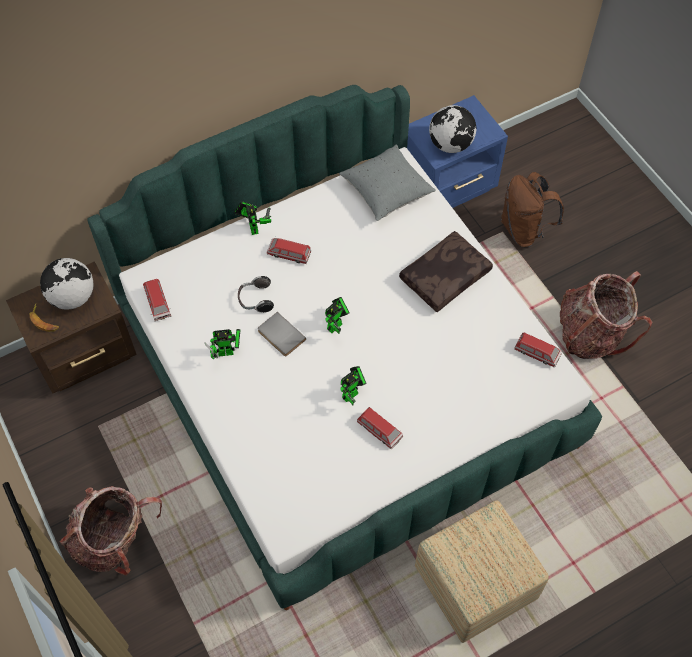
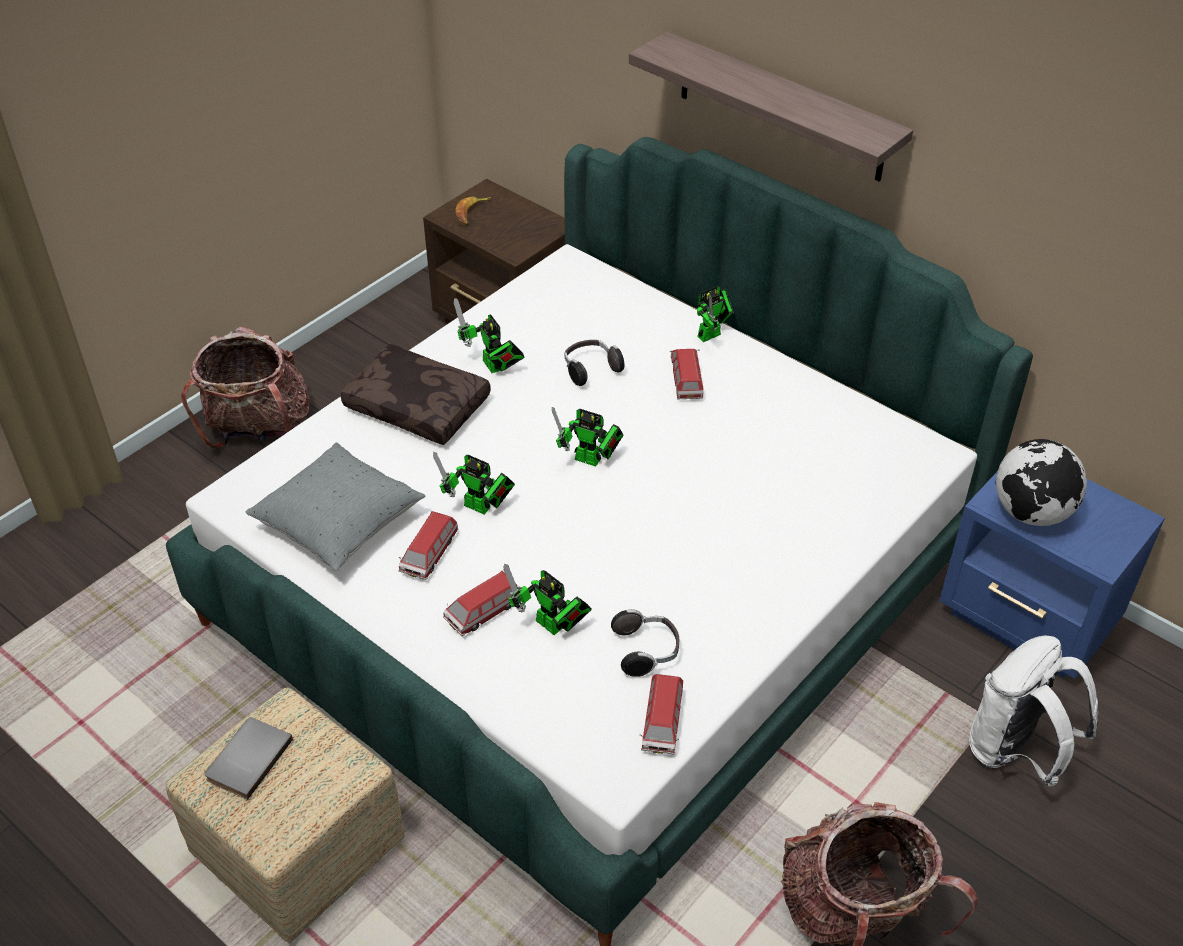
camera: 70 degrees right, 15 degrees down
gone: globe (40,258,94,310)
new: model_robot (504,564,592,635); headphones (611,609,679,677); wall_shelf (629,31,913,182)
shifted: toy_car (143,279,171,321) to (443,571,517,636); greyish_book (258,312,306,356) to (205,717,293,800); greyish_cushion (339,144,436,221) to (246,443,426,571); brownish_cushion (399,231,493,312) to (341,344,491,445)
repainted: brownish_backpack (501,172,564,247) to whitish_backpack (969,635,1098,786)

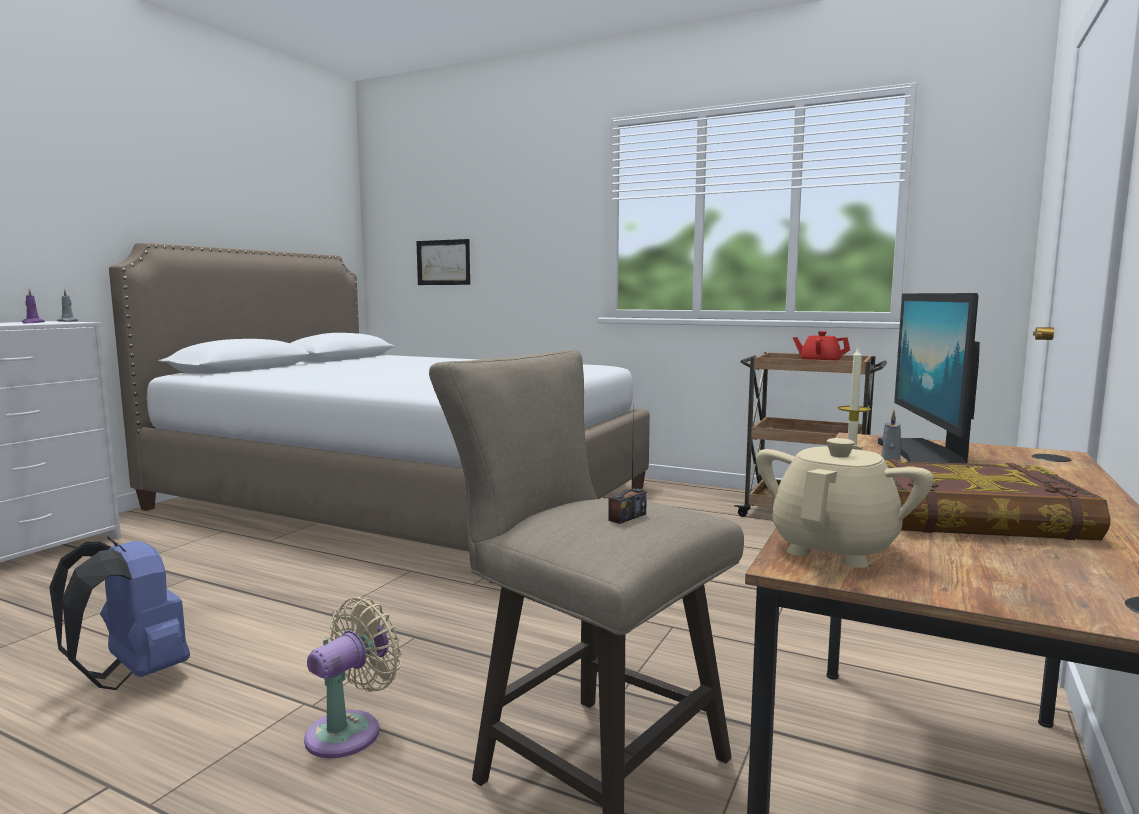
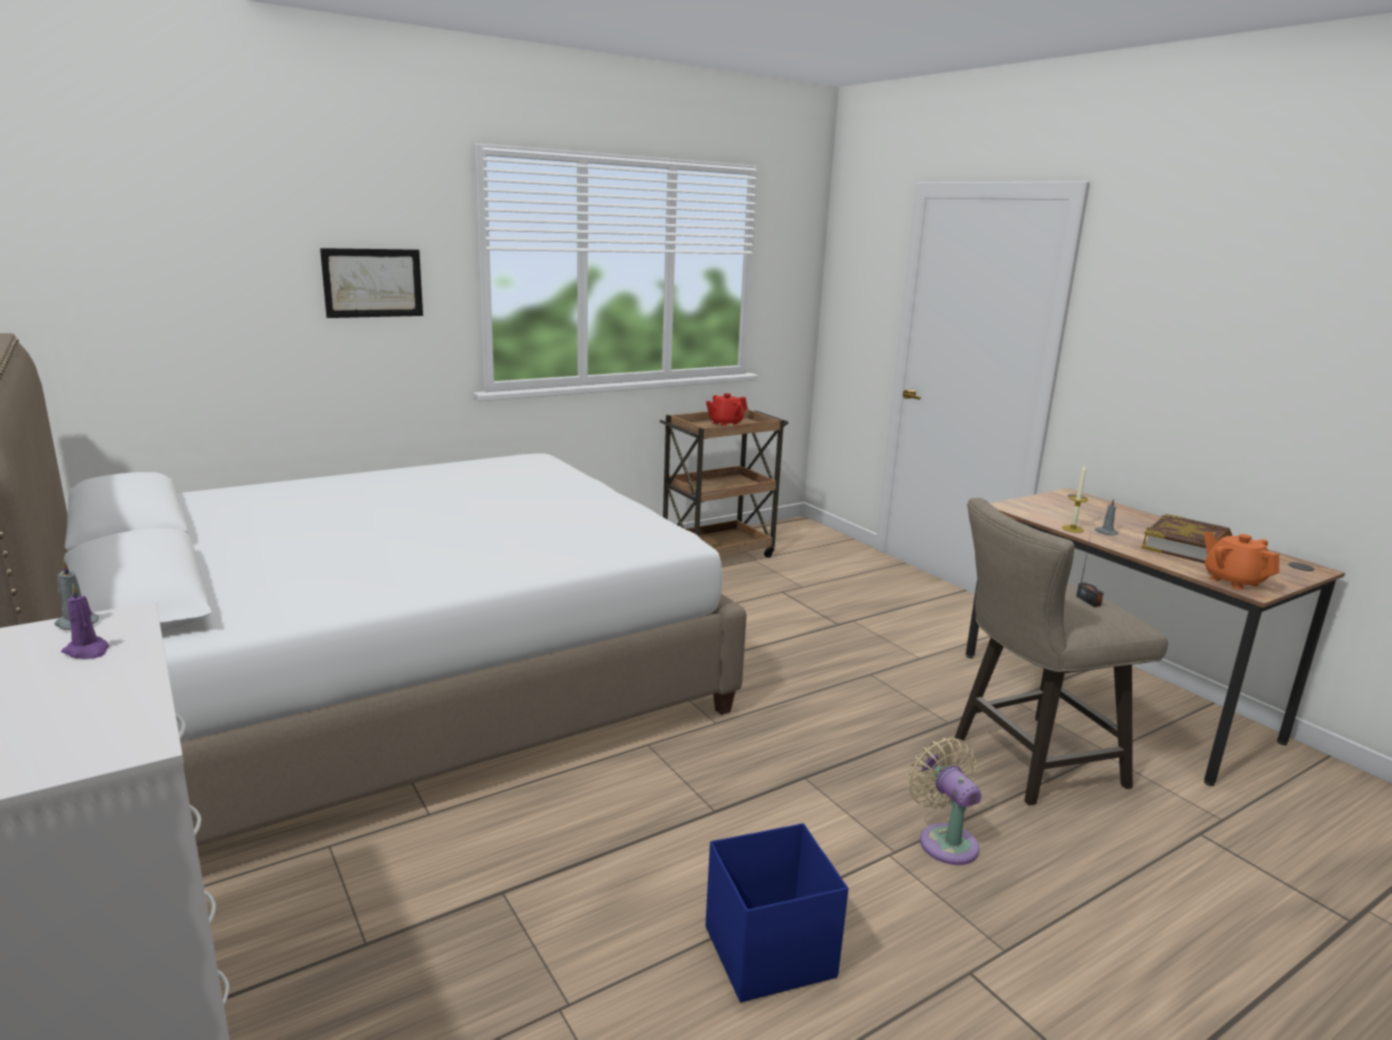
camera: 60 degrees left, 10 degrees up
gone: monitor (878,293,980,464)
shifted: picture (416,239,470,285) to (320,248,423,318)
swapped: blue-coloured_backpack (49,537,190,690) to blue-coloured_storage_box (706,823,848,1002)
repainted: beige_teapot (756,438,933,568) to orange-coloured_teapot (1204,532,1279,590)

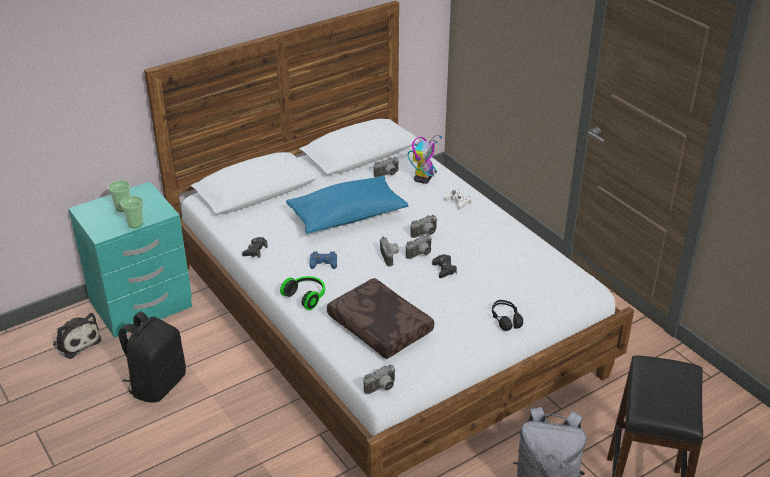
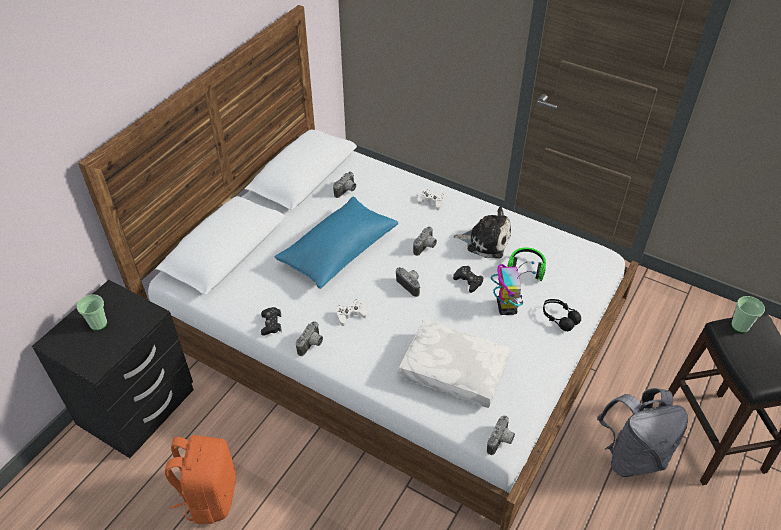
camera: 25 degrees left, 10 degrees up
shifted: plush_toy (53,313,102,359) to (453,207,511,259); cup (120,196,143,228) to (731,296,765,333); headphones (280,276,325,310) to (507,248,546,281); photo_camera (406,234,432,259) to (296,321,323,356); model_robot (407,135,442,184) to (490,261,536,315)
repainted: turquoise-coloured_bedside_table (68,182,192,338) to black-coloured_bedside_table (32,280,194,458); black-coloured_backpack (119,311,186,403) to orange-coloured_backpack (165,435,236,524); blue-coloured_game_controller (310,252,337,269) to whitish_game_controller (336,299,367,326); brownish_cushion (327,278,434,359) to whitish_cushion (398,320,511,408)

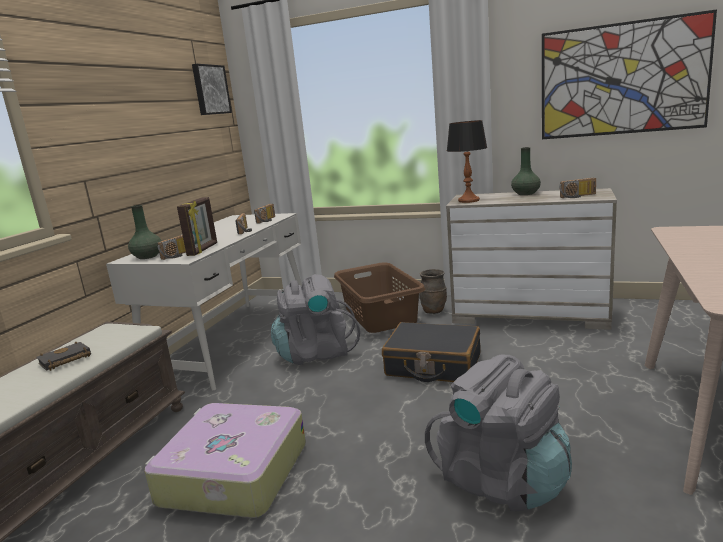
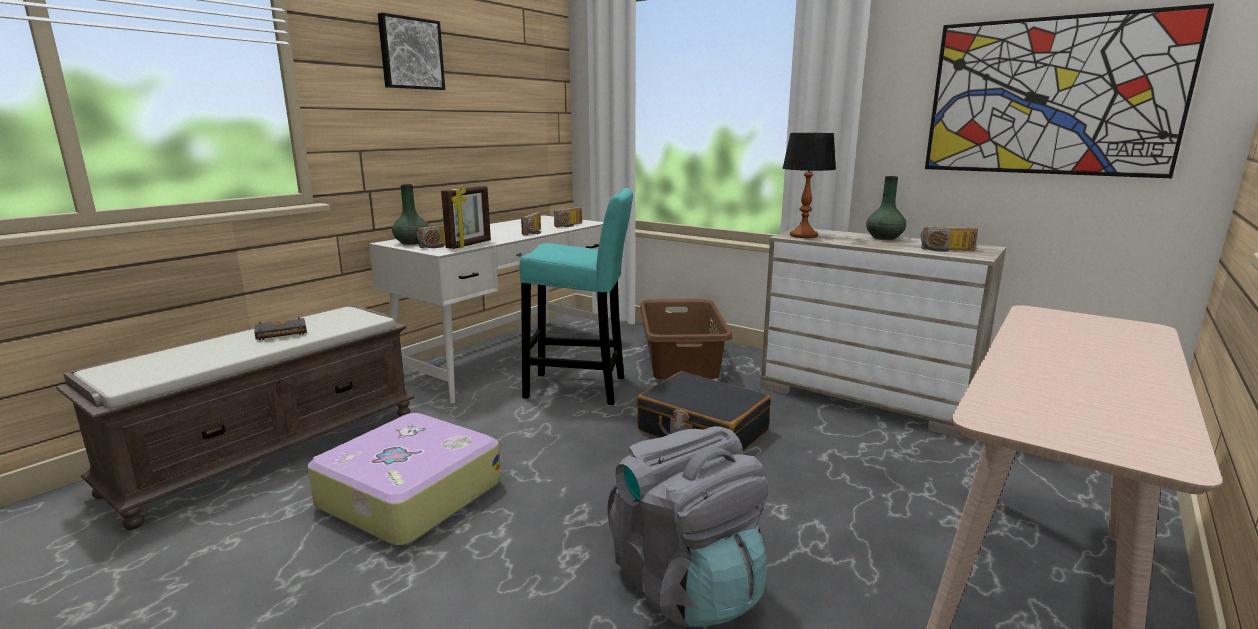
camera: 15 degrees right, 0 degrees up
gone: brownish_vase (419,269,447,314)
shifted: picture (192,64,232,115) to (378,13,445,90)
swapped: greyish_backpack (271,274,360,365) to turquoise-coloured_stool (520,188,633,405)

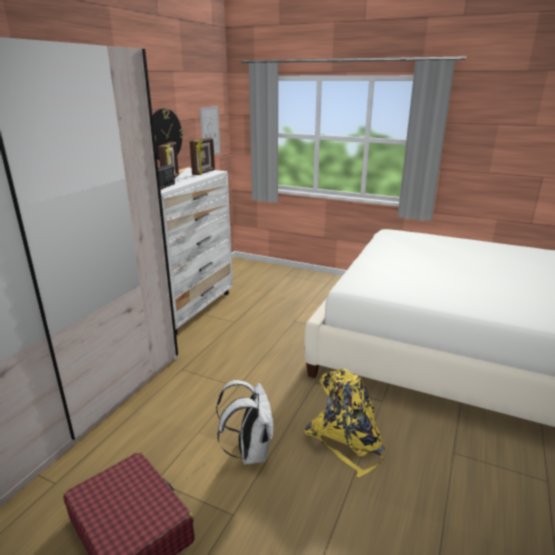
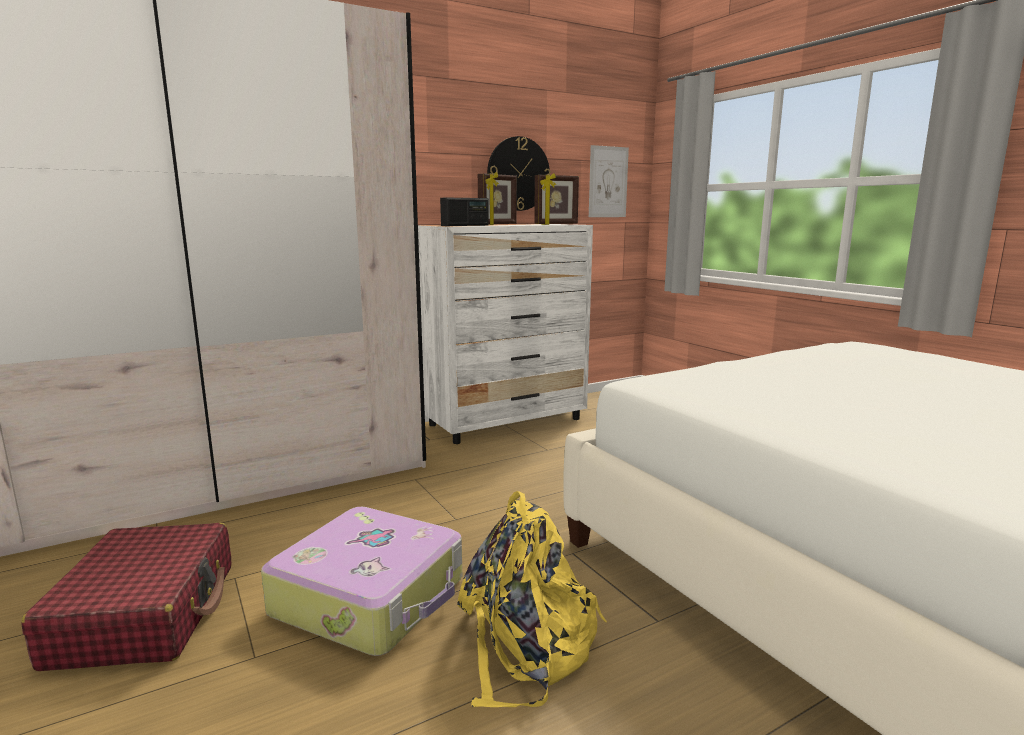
camera: 35 degrees right, 10 degrees down
swapped: whitish_backpack (216,380,273,464) to piece_of_luggage (261,507,462,656)

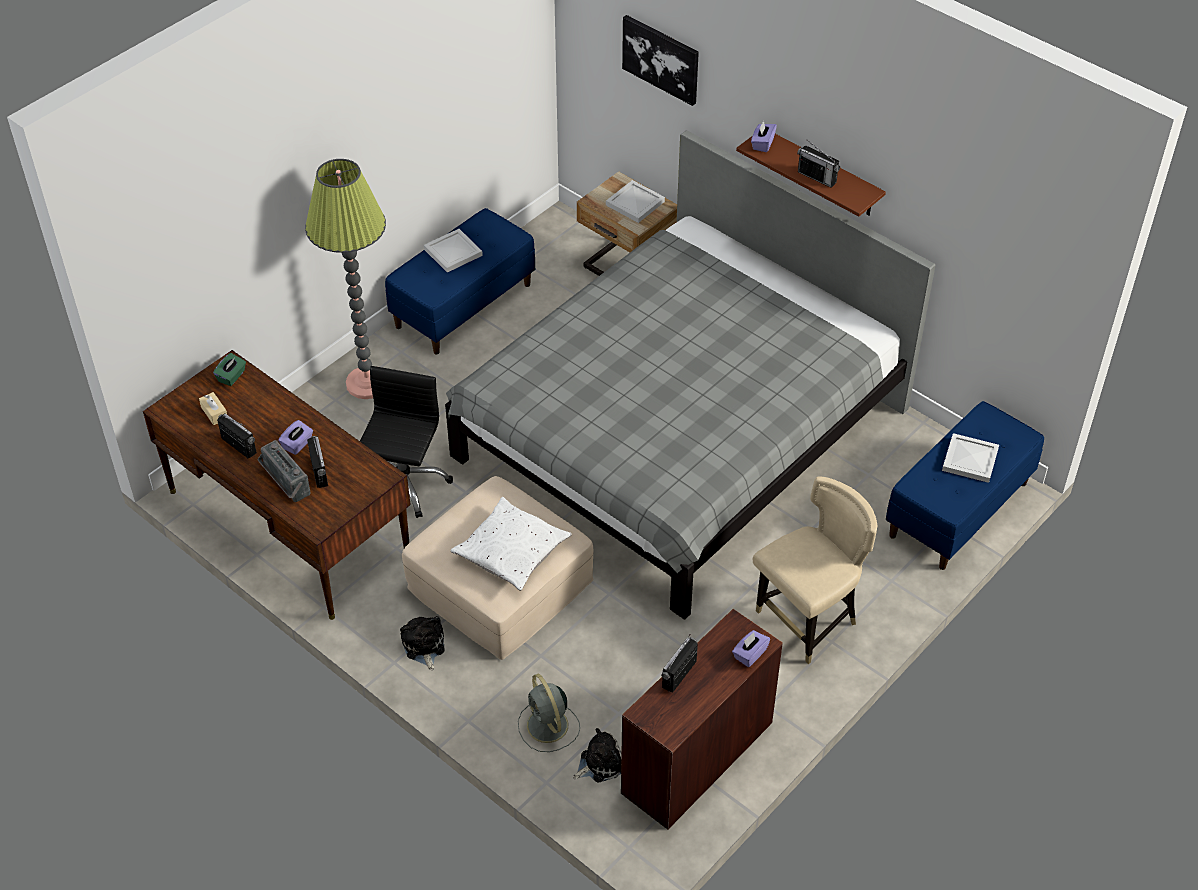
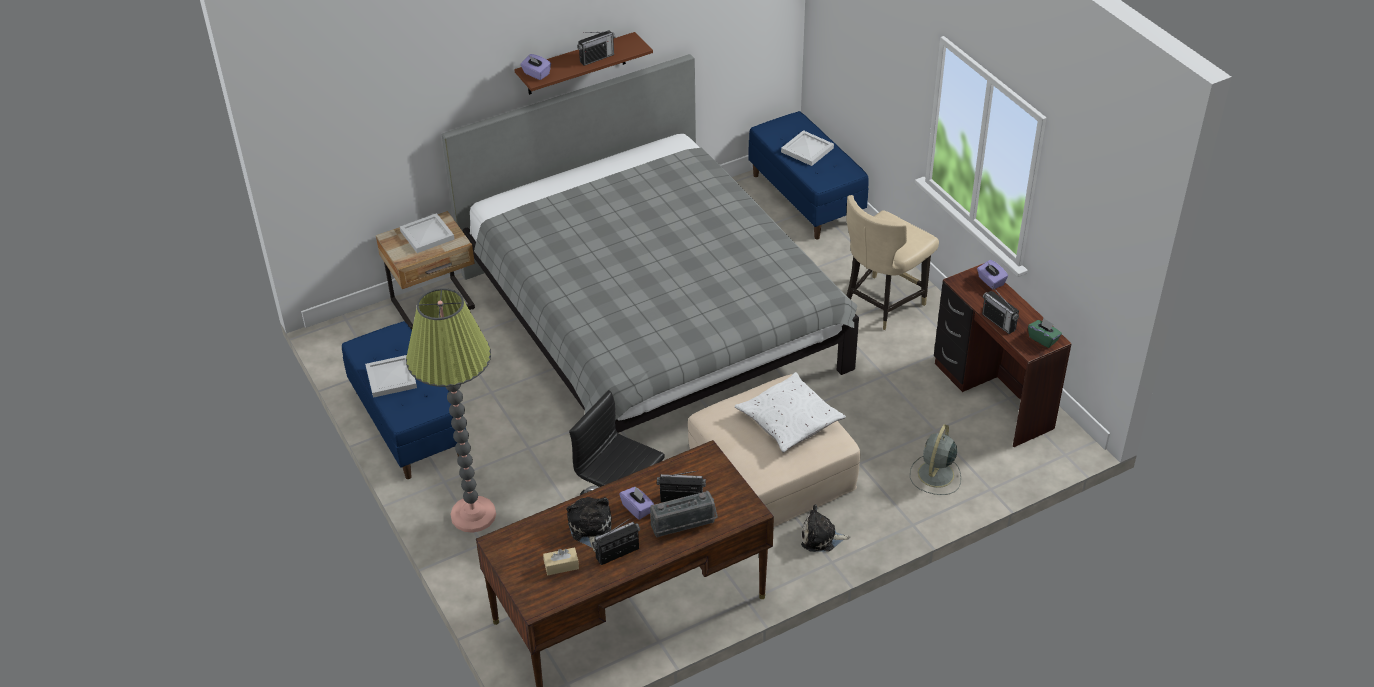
camera: 70 degrees left, 5 degrees down
gone: picture (622,15,699,106)
shifted: green_box_of_tissues (213,353,246,386) to (1028,318,1062,348); plush_toy (573,728,622,782) to (567,497,612,552)
rotated: greyish_fan (518,674,580,752) = (910,424,961,495) 120 degrees clockwise; beige_plain_chair (753,476,877,664) = (846,195,939,330) 120 degrees counterclockwise

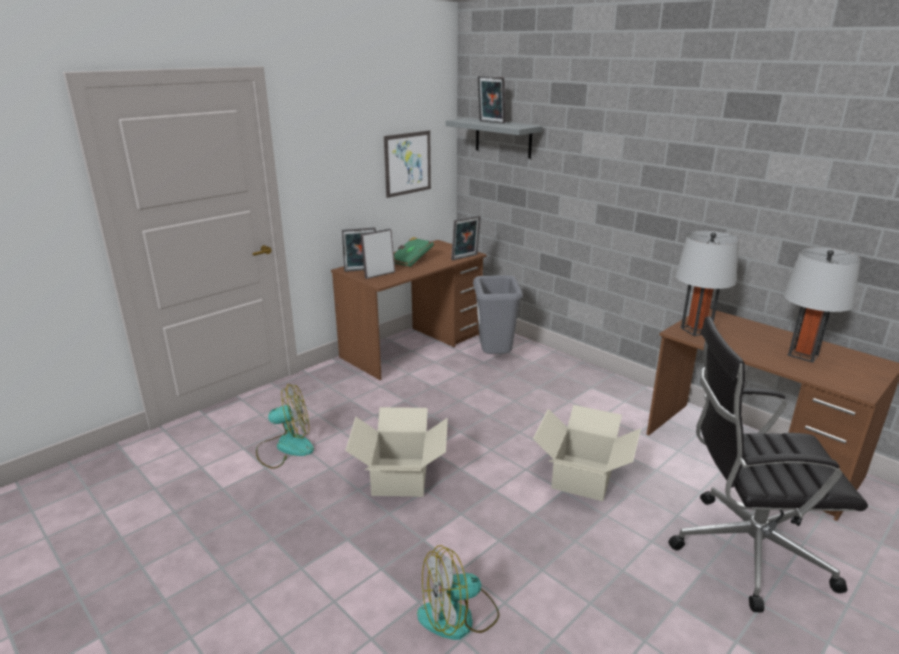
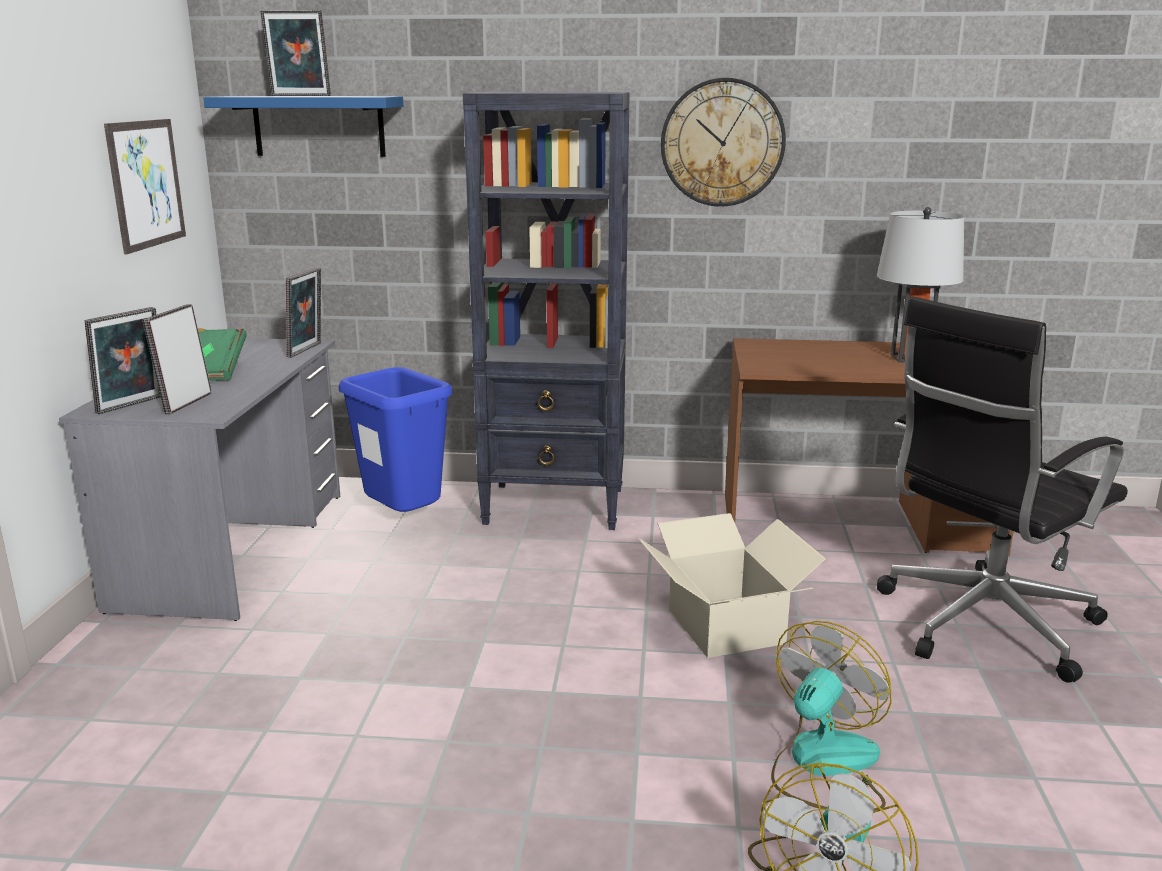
camera: 40 degrees left, 5 degrees down
gone: carton (345,407,448,497); greyish_table_lamp (676,231,739,336)
new: black-coloured_bookshelf (463,92,630,530); hanging_clock (661,78,786,207)
shifted: fan (256,384,314,469) to (771,621,891,811)
repainted: brownish_desk (331,240,487,380) to greyish_desk (59,338,340,621); greyish_wall_shelf (446,118,542,159) to blue-coloured_wall_shelf (204,96,403,157); greyish_waste_bin (473,275,523,354) to blue-coloured_waste_bin (339,367,452,512)

